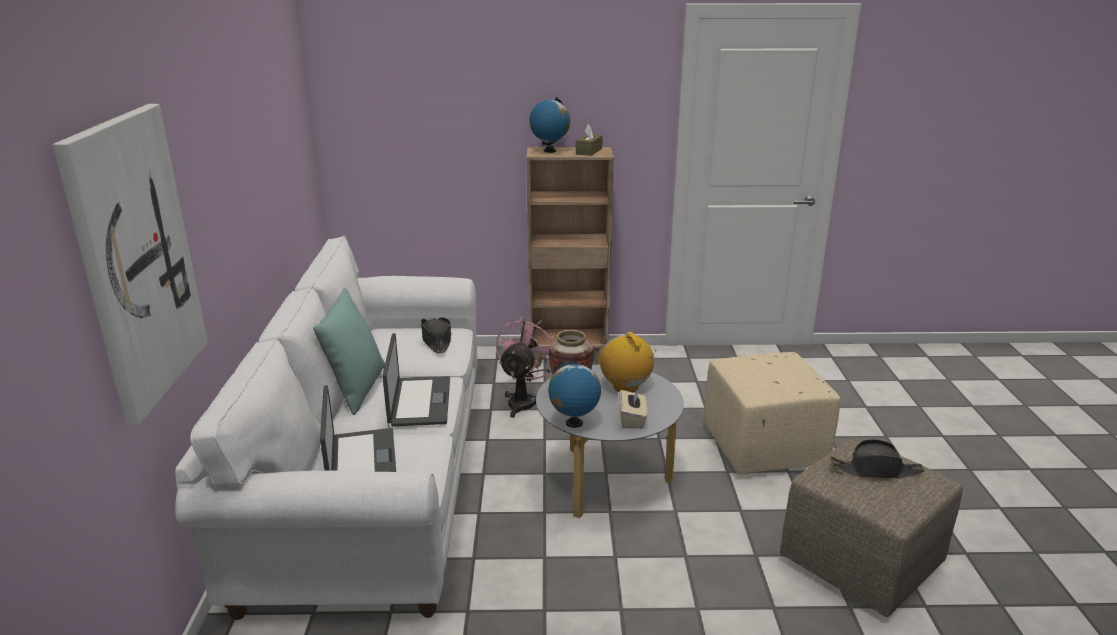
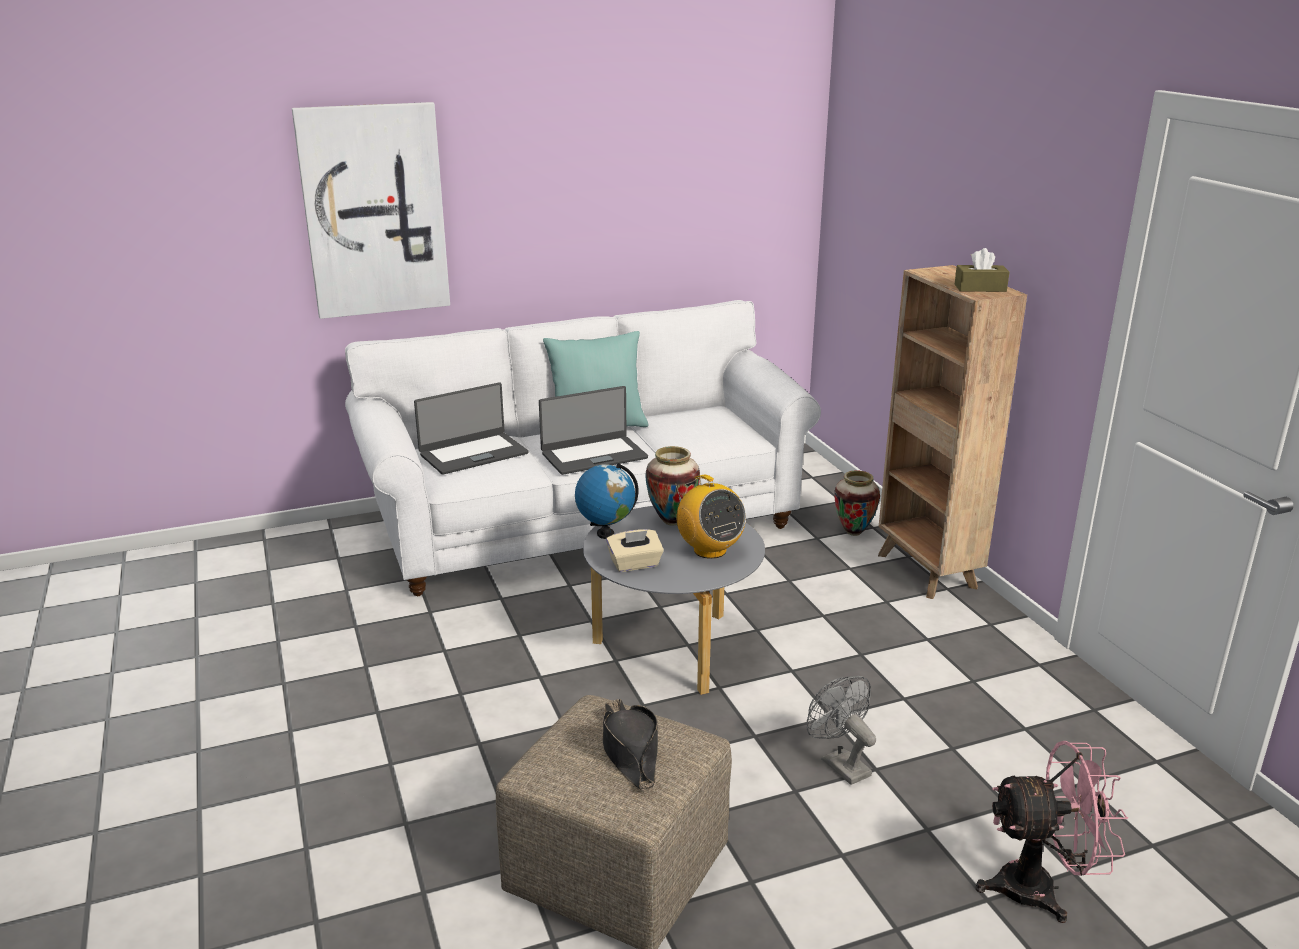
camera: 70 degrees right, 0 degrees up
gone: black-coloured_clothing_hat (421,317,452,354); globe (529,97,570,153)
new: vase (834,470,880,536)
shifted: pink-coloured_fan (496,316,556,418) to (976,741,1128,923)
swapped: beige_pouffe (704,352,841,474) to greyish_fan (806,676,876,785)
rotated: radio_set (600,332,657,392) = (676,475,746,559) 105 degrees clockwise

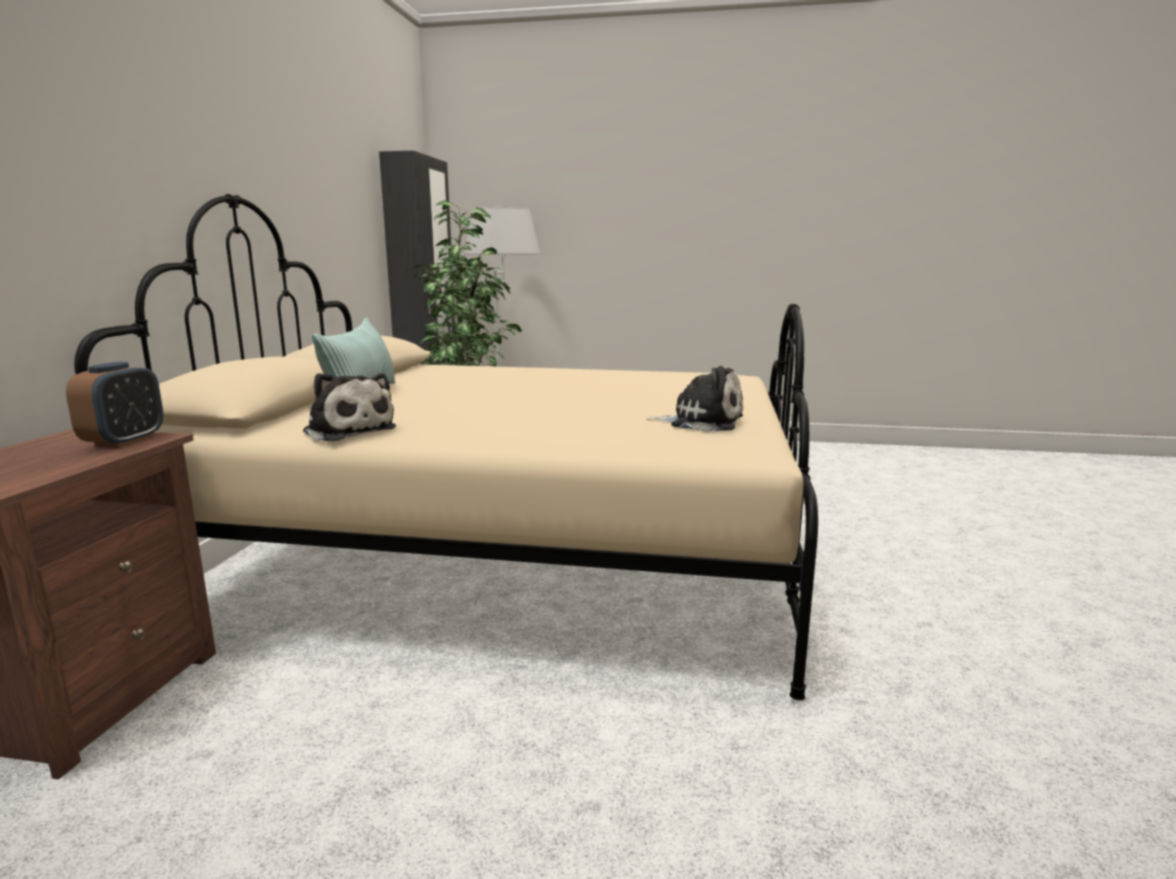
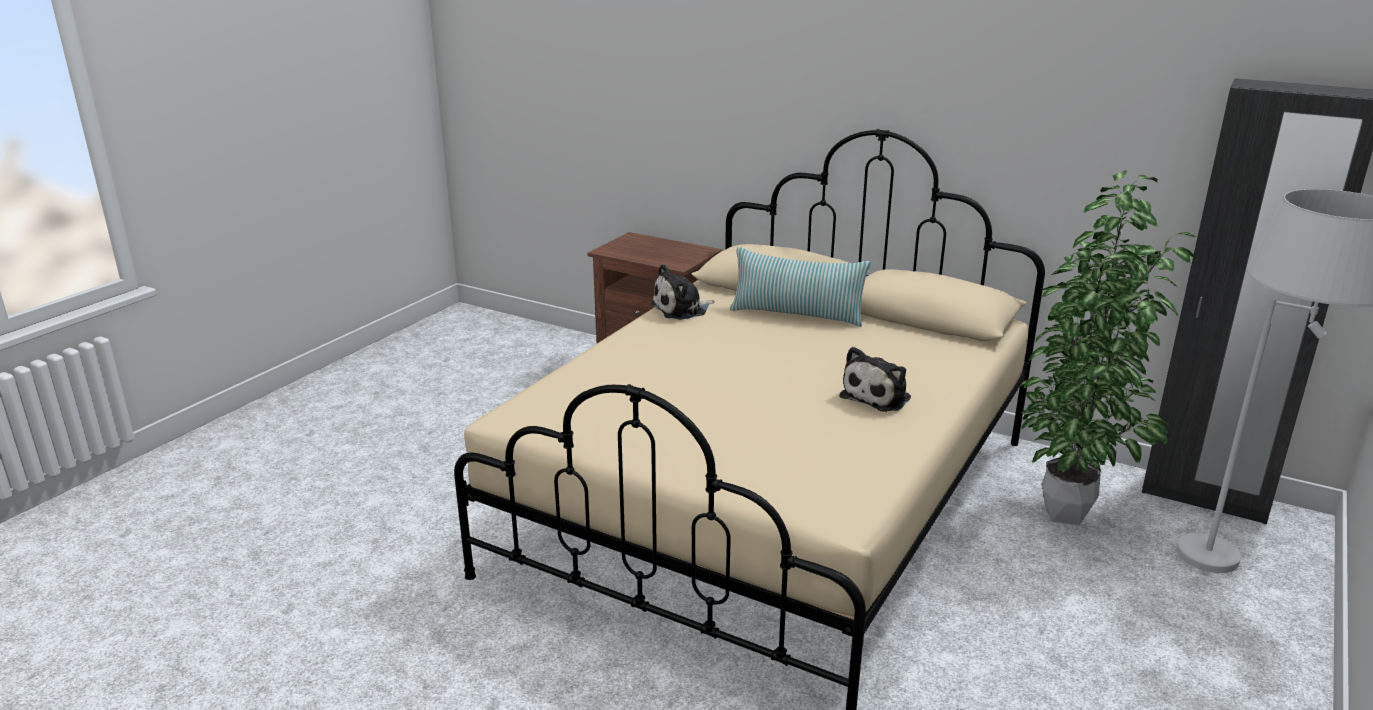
camera: 110 degrees right, 10 degrees up
gone: table_clock (66,362,163,448)
shifted: plush_toy (647,366,743,432) to (839,347,911,412)

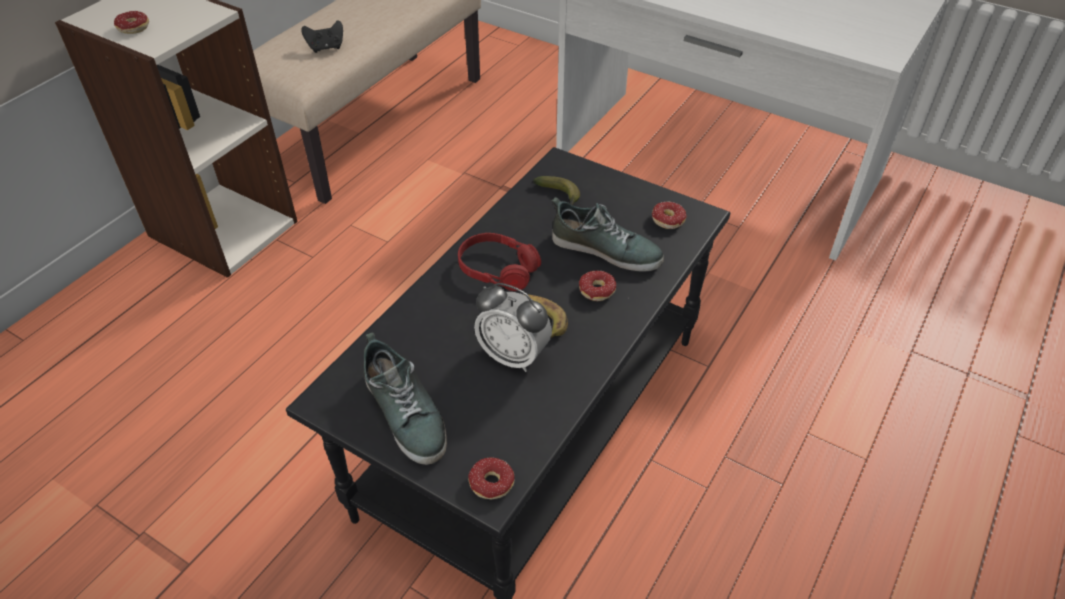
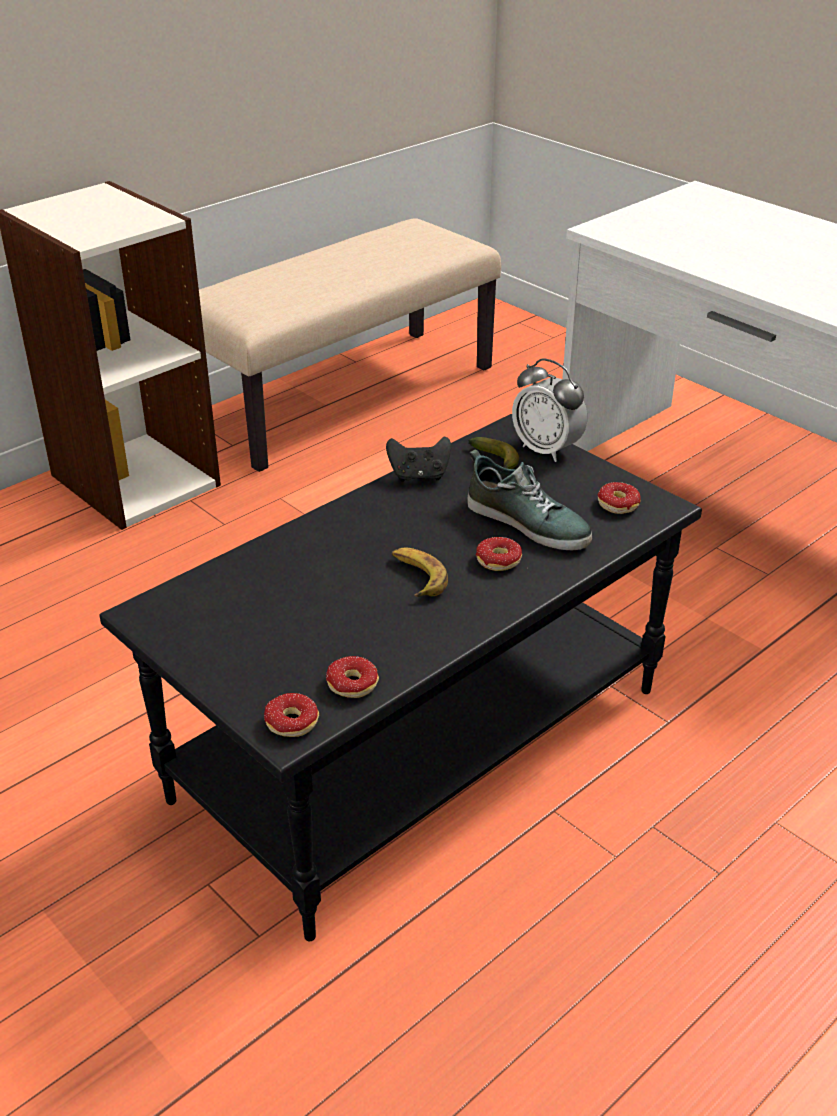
camera: 15 degrees right, 10 degrees down
gone: shoe (364,332,447,465); reddish_headphones (458,233,541,291)
shifted: ring_doughnut (114,11,149,34) to (326,656,379,698); black-coloured_game_controller (301,21,343,53) to (386,437,451,482); table_clock (474,283,552,372) to (512,359,587,462)

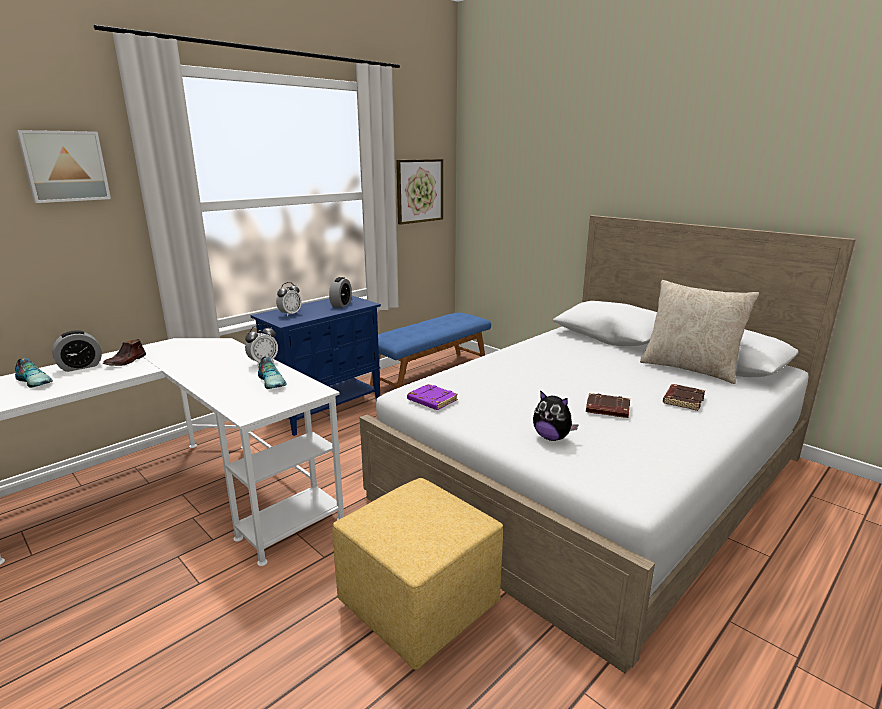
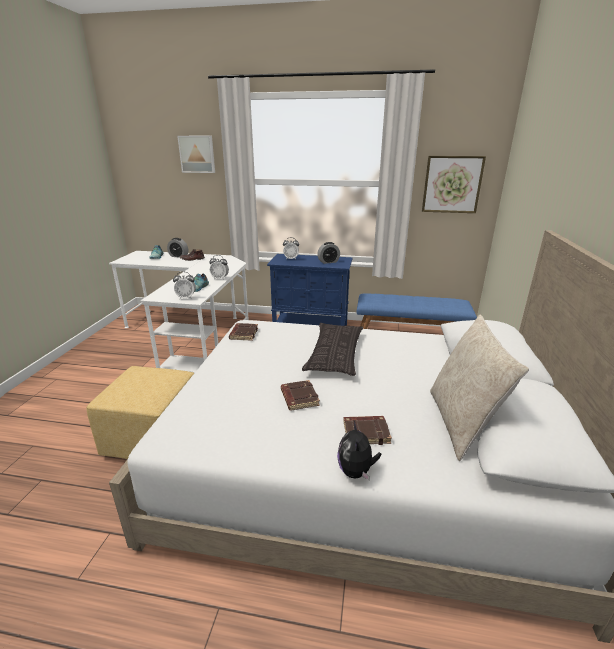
camera: 55 degrees right, 5 degrees up
new: table_clock (173,272,196,299); cushion (302,323,363,376)
shifted: plush_toy (533,390,578,441) to (337,421,381,480)
repainted: purple-coloured_book (407,384,458,410) to brownish_book (229,323,258,341)

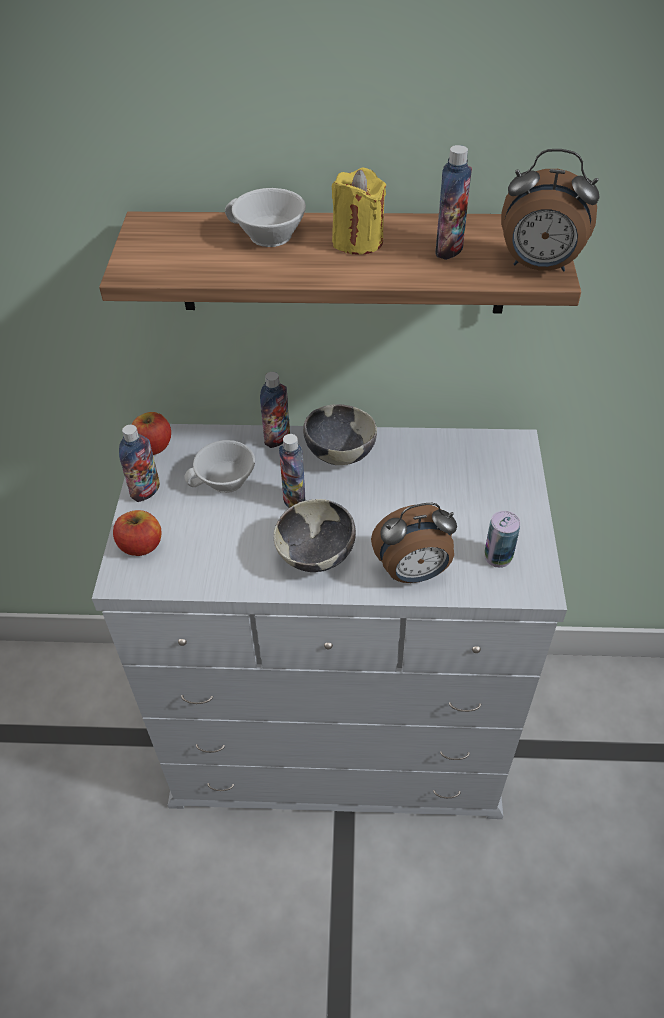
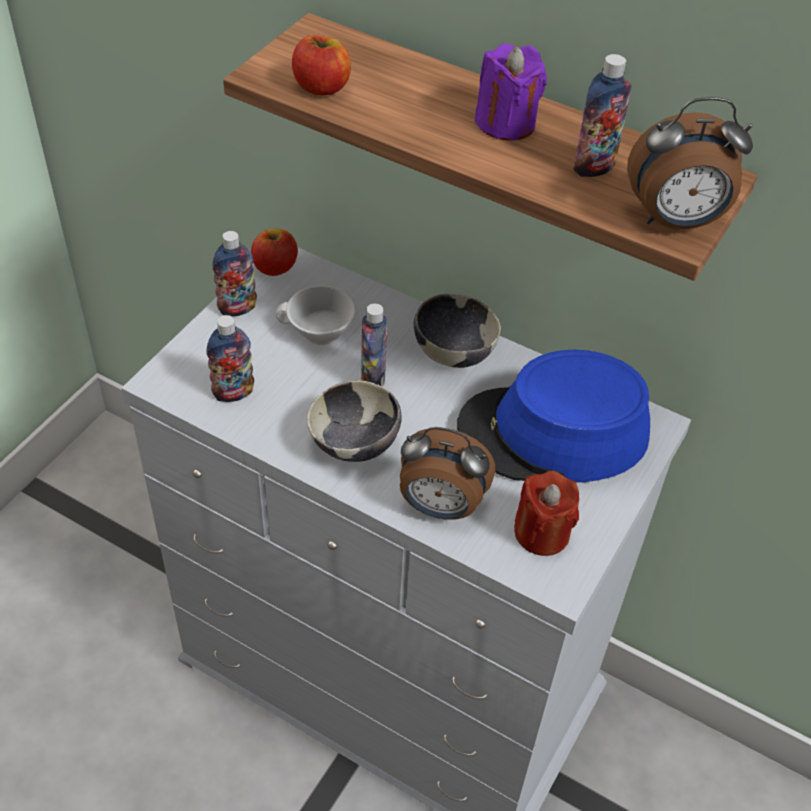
camera: 25 degrees right, 0 degrees up
gone: whitish_cup (225,188,306,247)
new: blue-coloured_clothing_hat (457,350,650,483)
shifted: whole_apple (113,510,161,556) to (292,35,351,96); beverage_bottle (260,372,290,448) to (206,315,254,402)
swapped: can (484,511,520,568) to reddish_candle (514,471,579,556)
repainted: yellow-coloured_candle (332,168,386,255) to purple-coloured_candle (475,44,547,141)
rotated: table_clock (501,149,600,272) = (627,97,753,229) 45 degrees counterclockwise

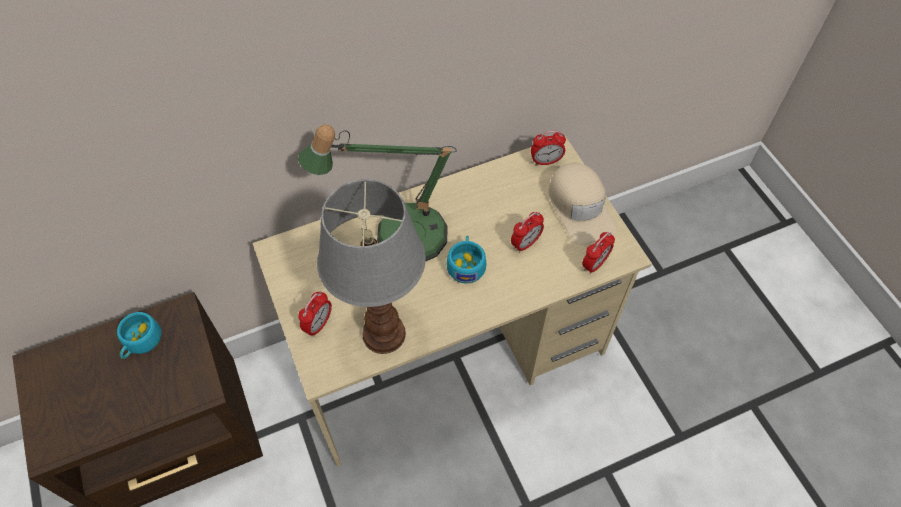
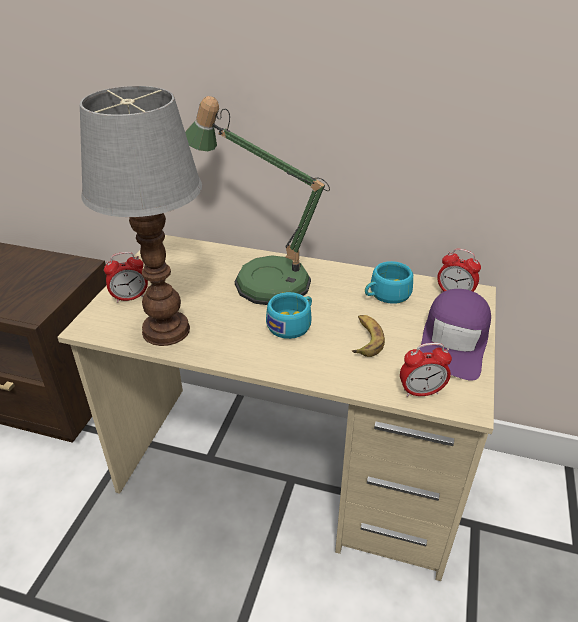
camera: 40 degrees right, 20 degrees down
shifted: turquoise-coloured_cup (117,312,161,359) to (365,261,413,304)
swapped: table_clock (511,212,544,253) to banana_fruit (352,315,385,357)
repainted: beige_baseball_cap (548,163,617,245) to purple-coloured_baseball_cap (419,289,491,381)

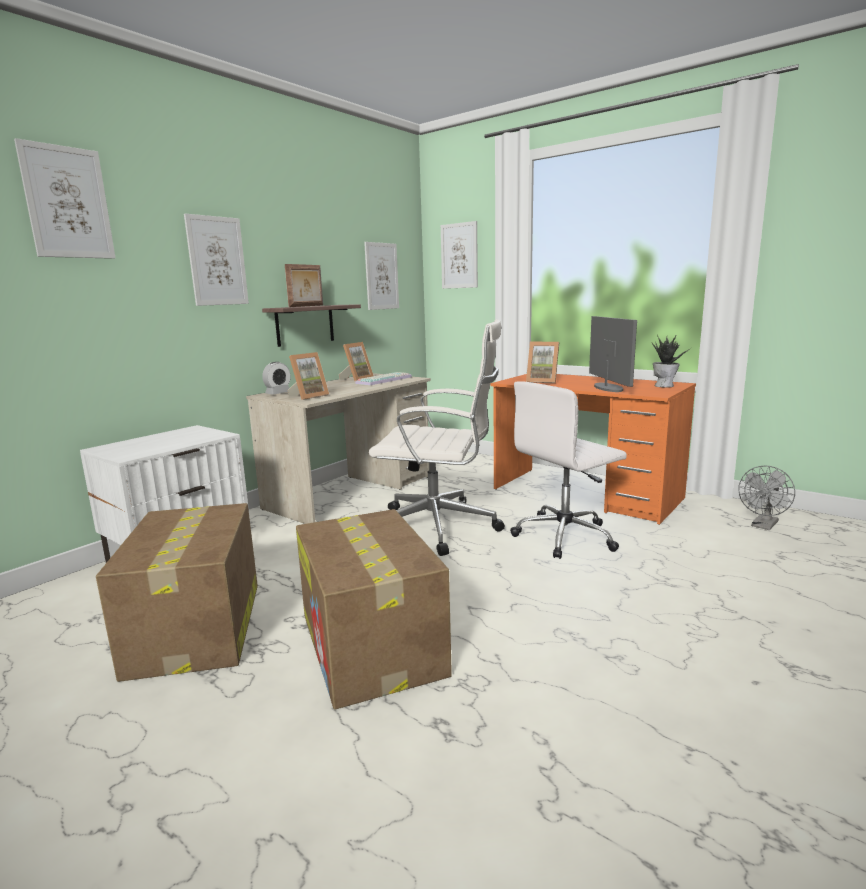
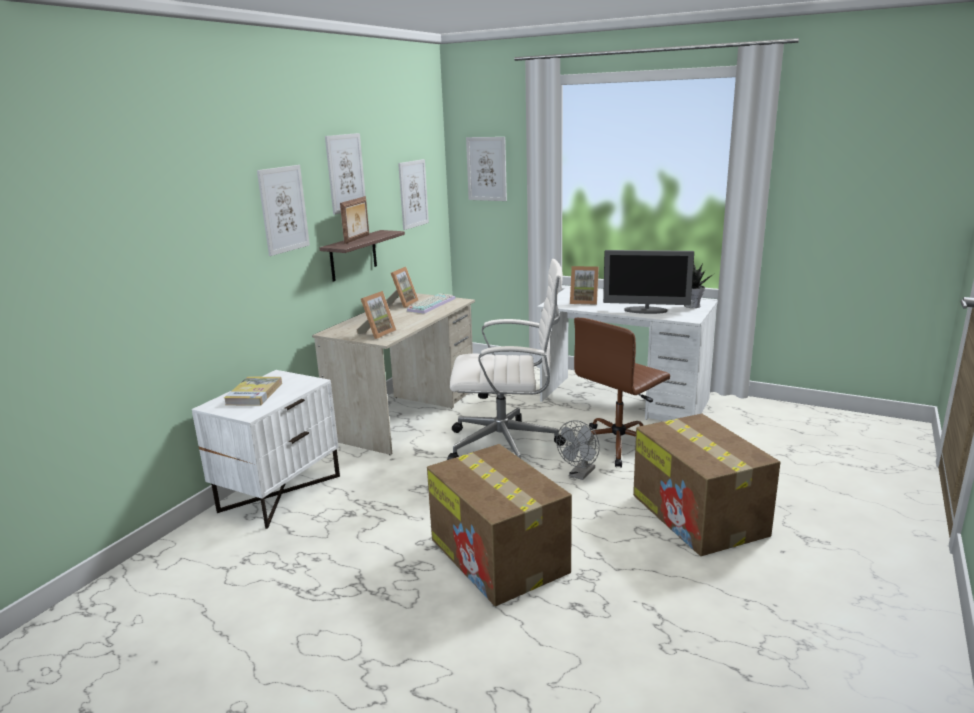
camera: 10 degrees left, 5 degrees up
gone: table_clock (262,362,291,395)
new: book (224,377,282,406)
shifted: picture (14,138,116,259) to (325,133,366,215); carton (96,503,258,682) to (633,414,780,556); greyish_fan (738,466,795,530) to (556,420,600,480)
repainted: orange-coloured_desk (491,374,696,525) to whitish_desk (537,287,718,421); whitish_office_chair (510,381,627,559) to brownish_office_chair (574,318,670,468)
rotated: monitor (589,316,637,392) = (603,250,694,314) 120 degrees clockwise

